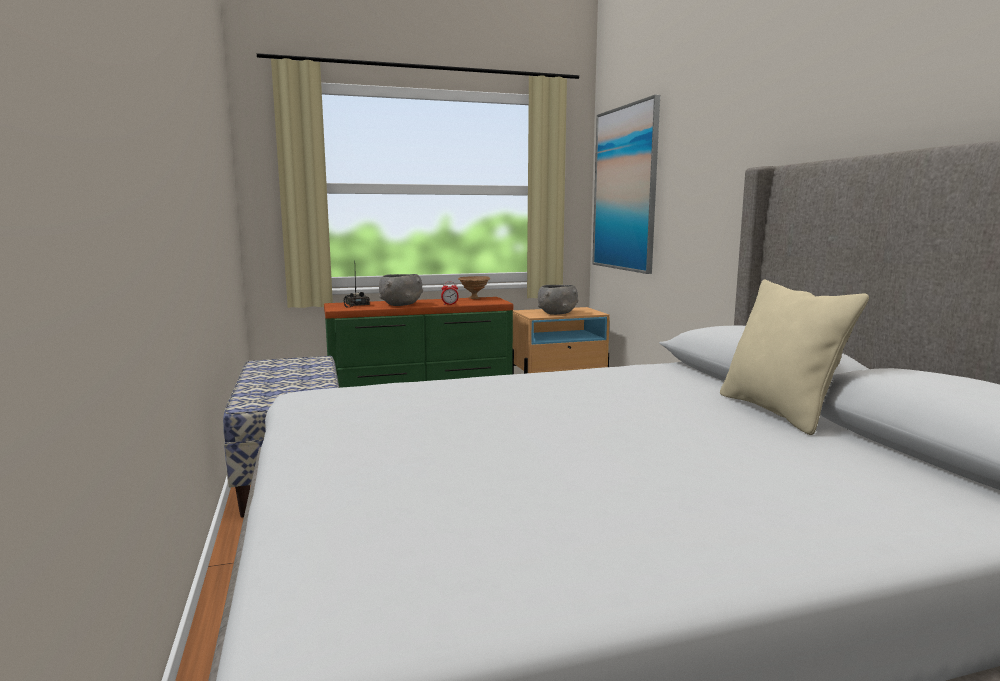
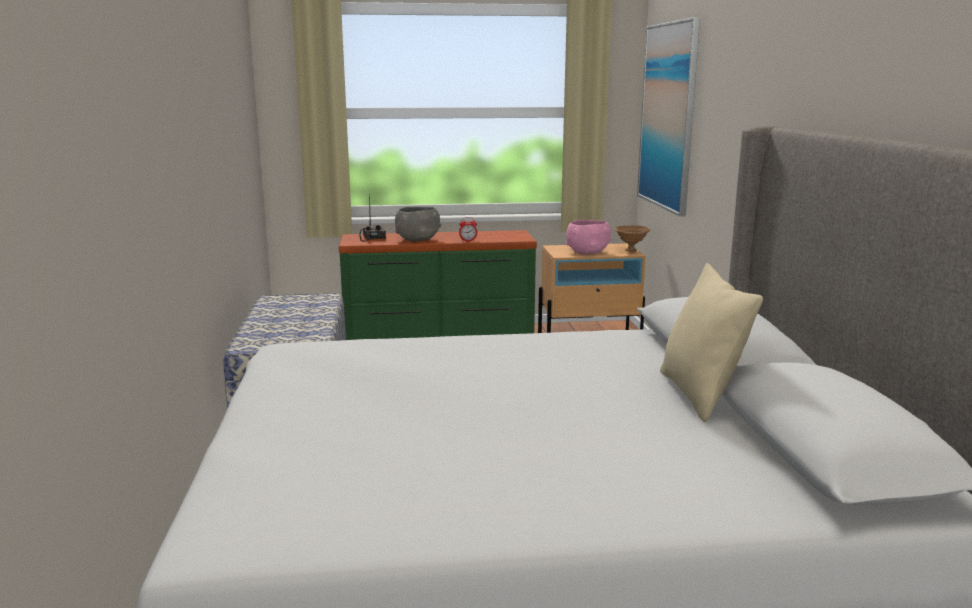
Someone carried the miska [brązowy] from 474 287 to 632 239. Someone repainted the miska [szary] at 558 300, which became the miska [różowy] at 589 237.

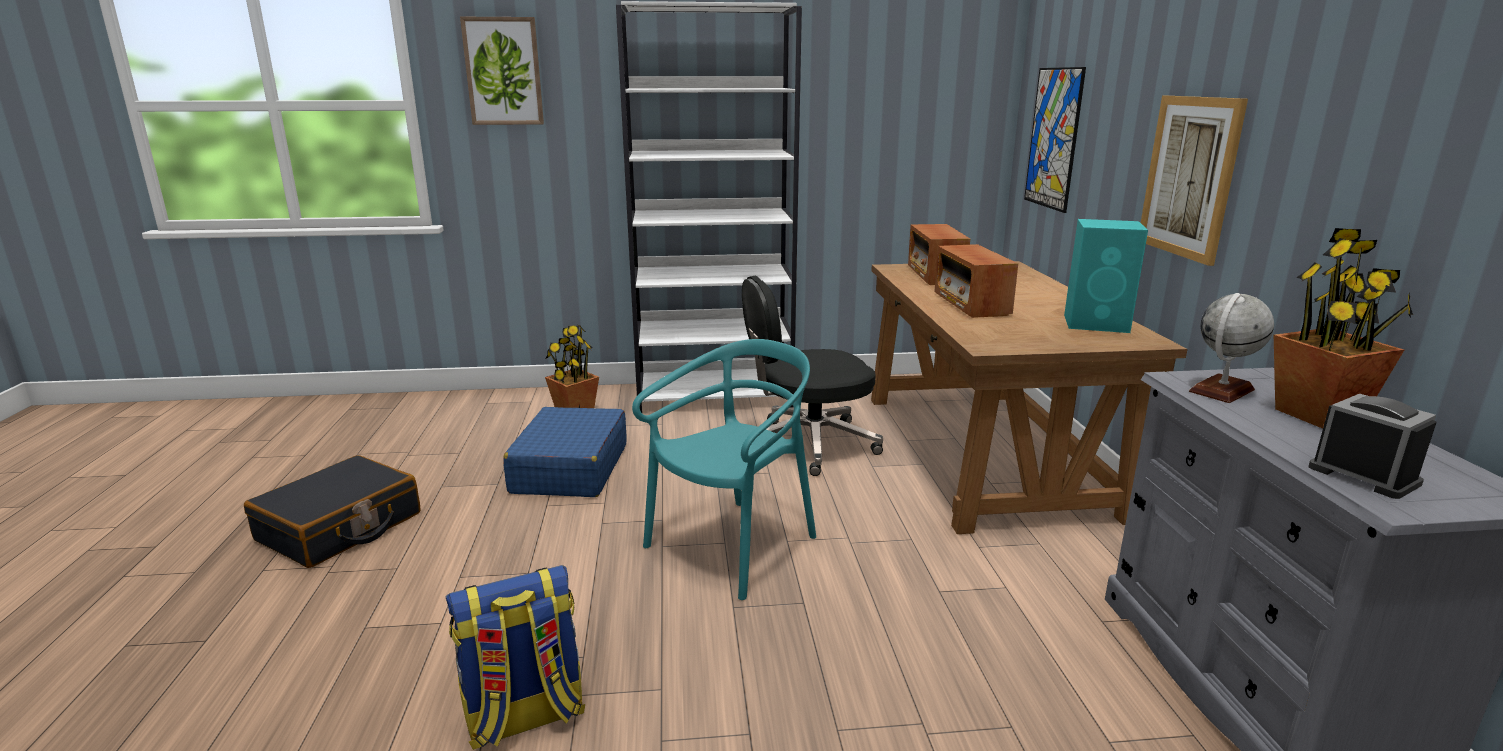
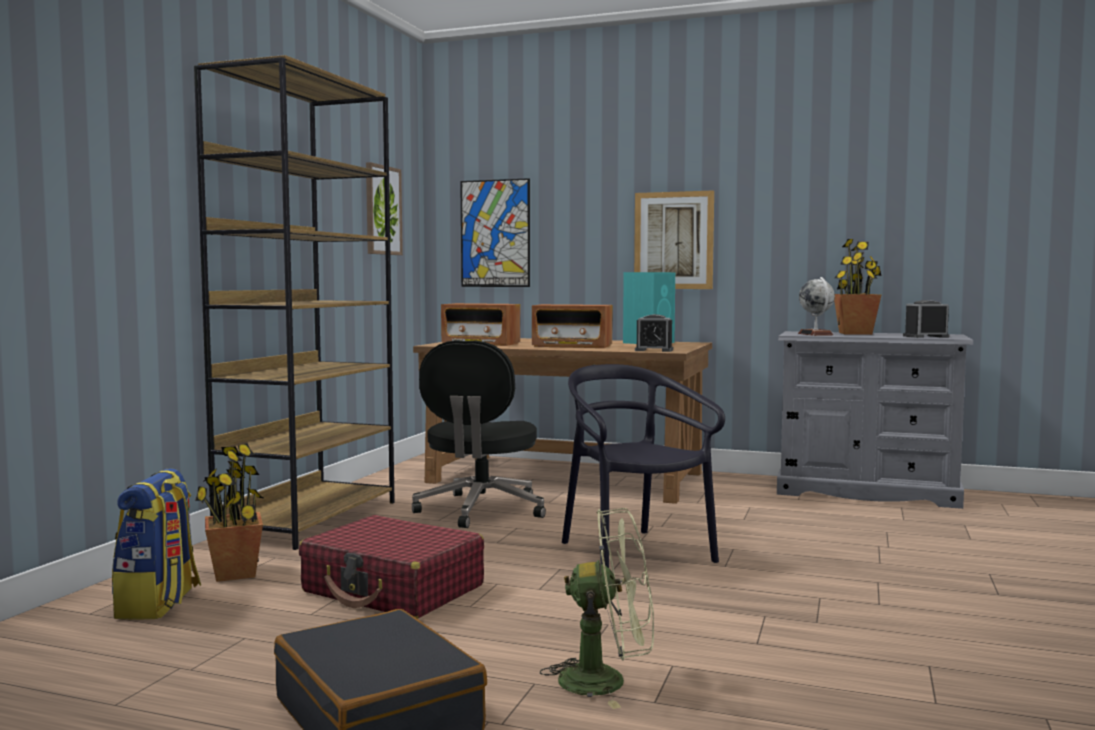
Someone put down the wentylator [zielony] at 597 608. Someone put down the budzik at 654 333. Someone carried the plecak from 515 657 to 156 543. Someone carried the obraz from 502 71 to 384 208. Someone repainted the walizka [niebieski] at 565 452, which became the walizka [czerwony] at 391 567. Someone repainted the regał [biały] at 709 207, which became the regał [brązowy] at 294 302. Someone repainted the krzesło [turkusowy] at 724 469, which became the krzesło [czarny] at 643 466.

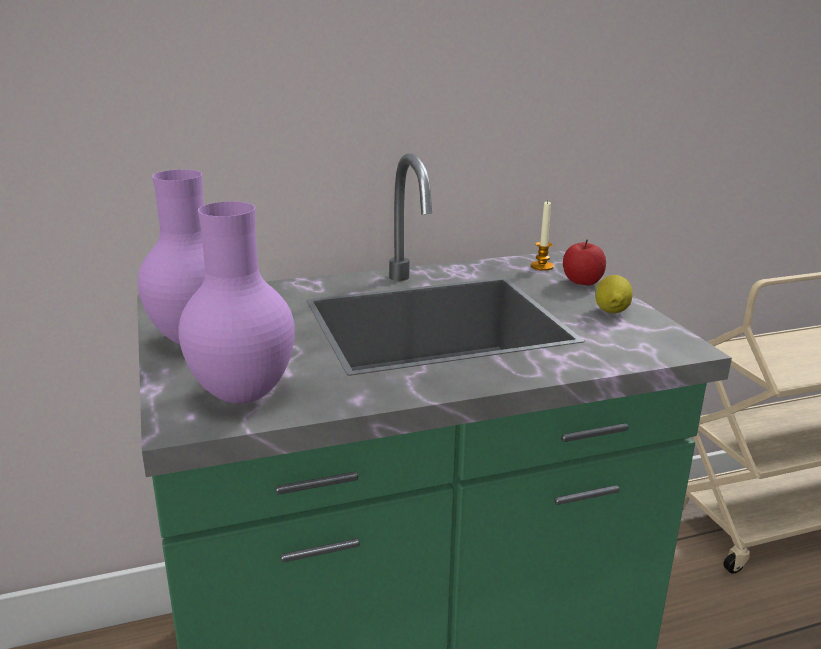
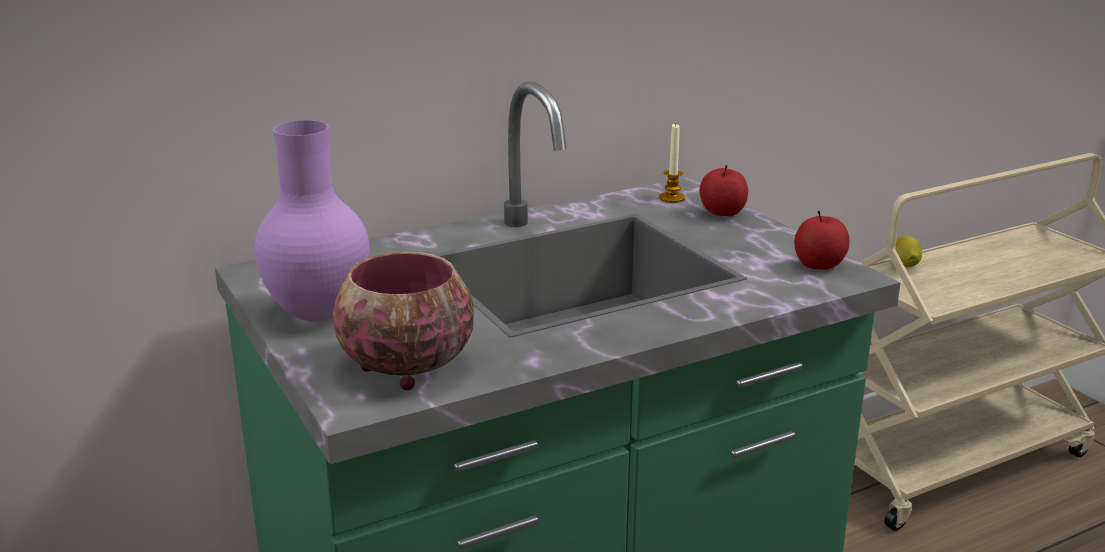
Someone put down the jabłko at 822 240. Someone carried the cytryna from 614 294 to 908 251. Someone swapped the wazon [fioletowy] at 237 302 for the miska at 403 320.

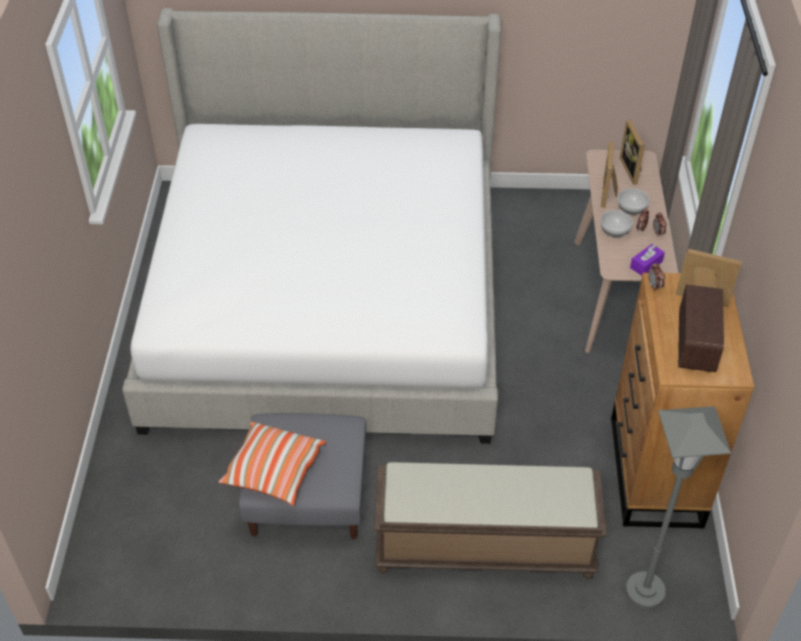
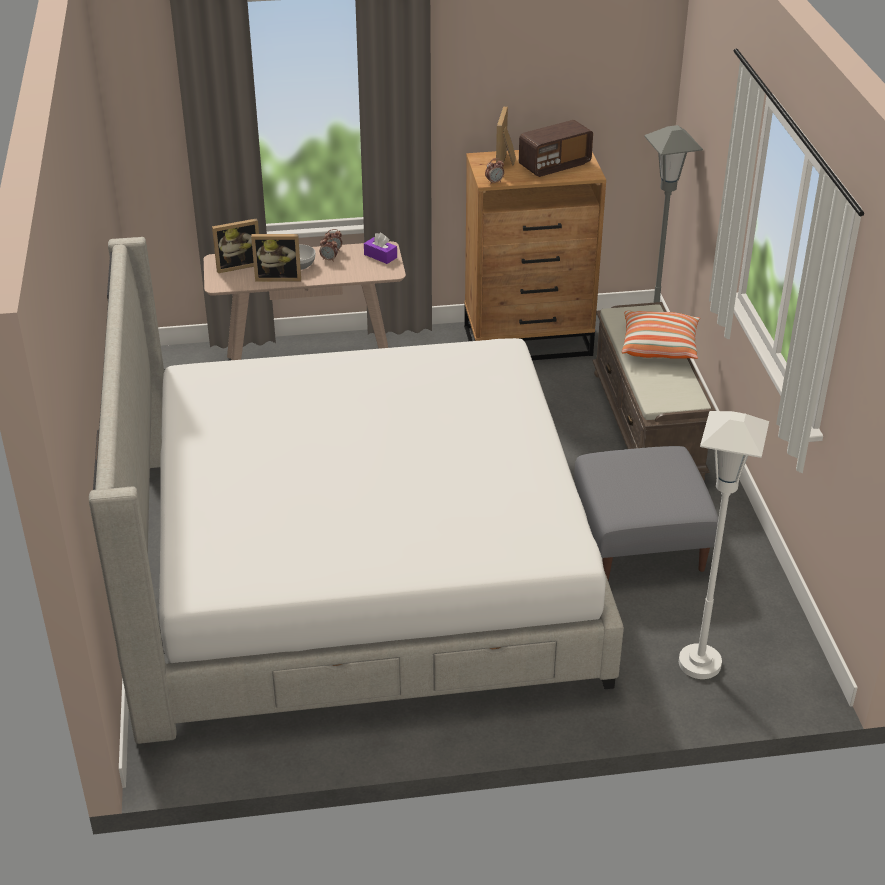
Someone took away the miska at 617 223. Someone put down the lampa stojąca [biały] at 724 545. Someone carried the poduszka from 272 464 to 661 335. Someone rotated the radio at 701 328 by 150 degrees clockwise.

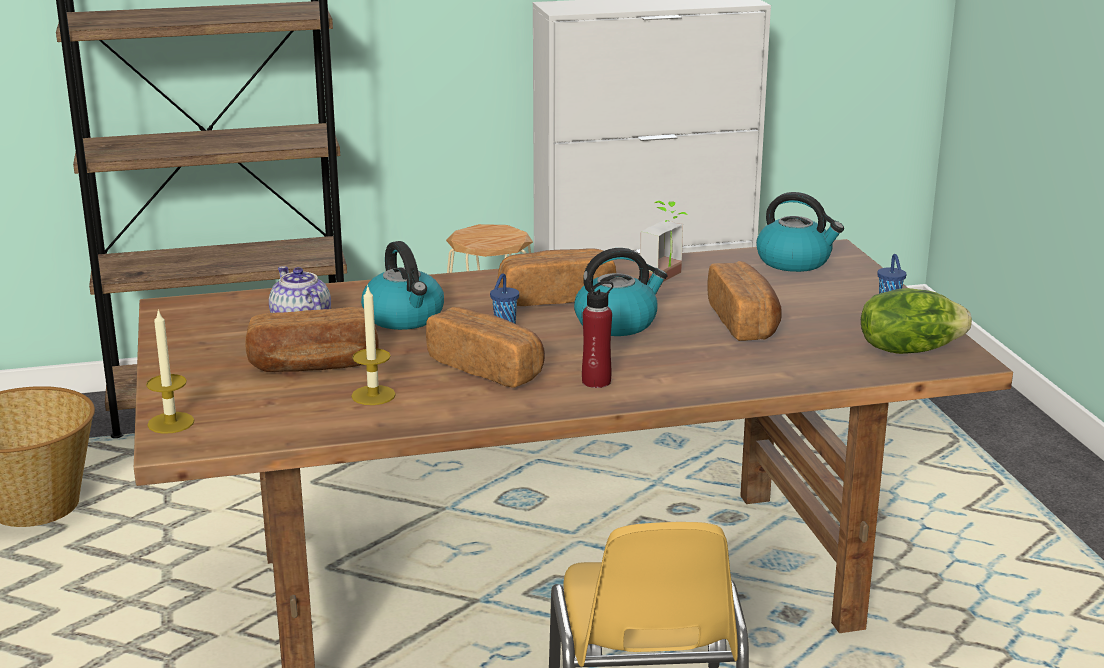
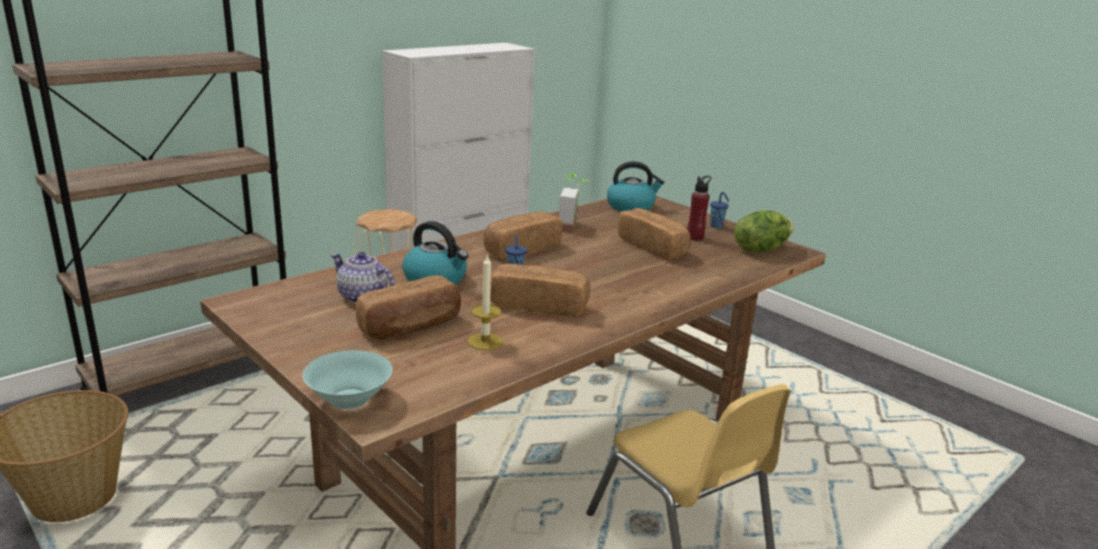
Someone took away the czajnik at 621 292. Someone carried the butelka [czerwony] from 598 334 to 699 208. Someone swapped the świeca at 170 371 for the miska [turkusowy] at 348 380.

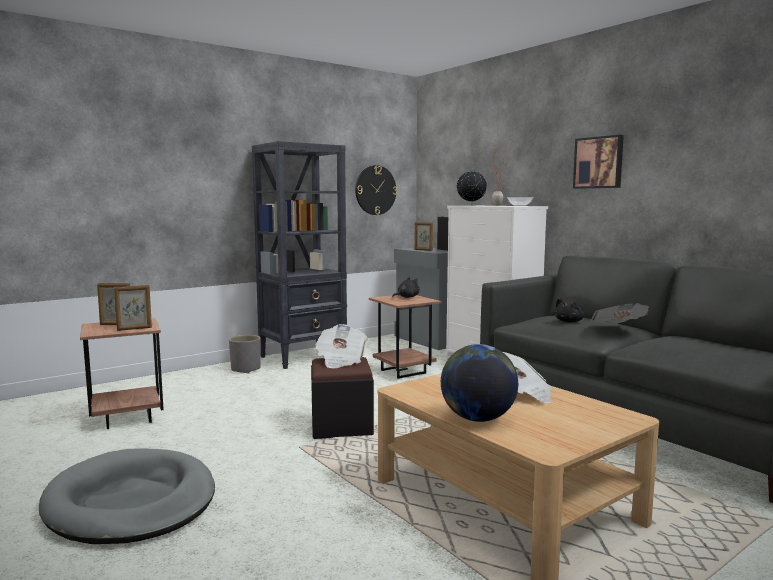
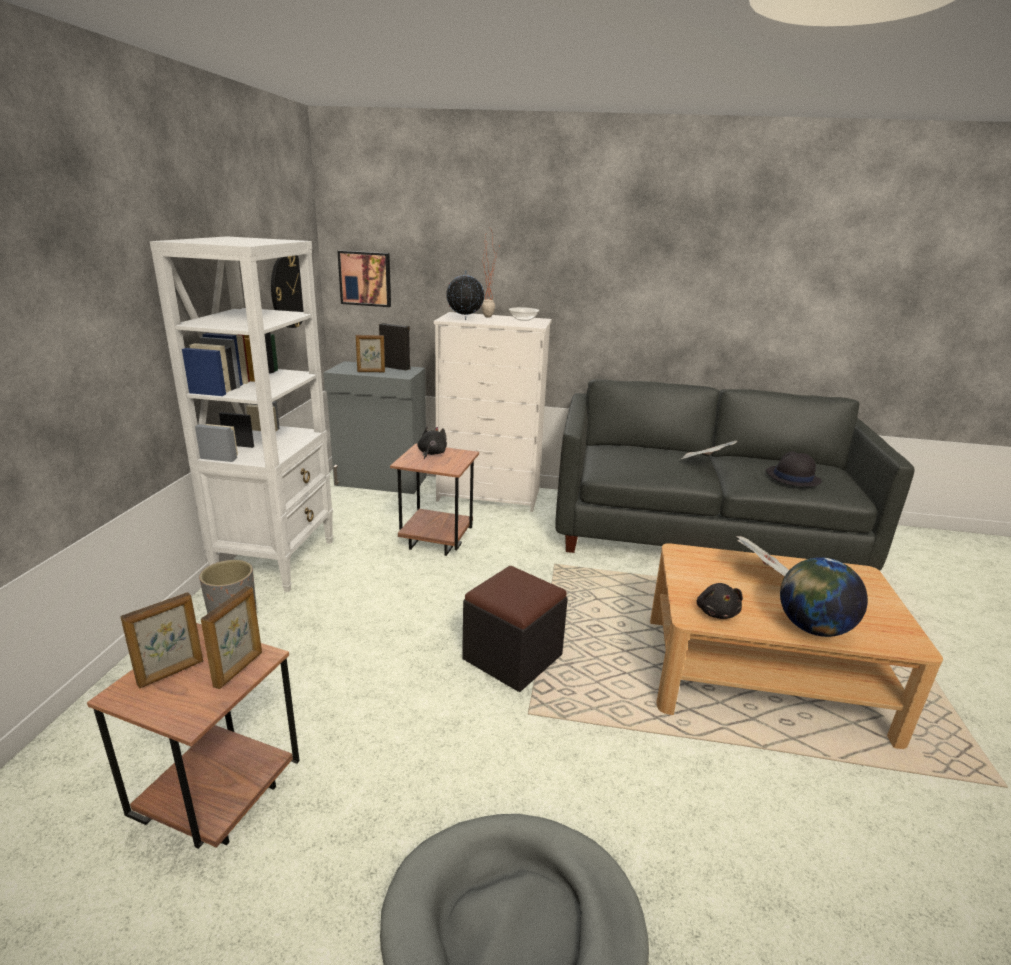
Someone took away the gazeta at 341 346. Someone put down the kapelusz [czarny] at 794 469. Someone carried the pluszak [czarny] from 569 310 to 720 601. Someone carried the obraz from 598 162 to 364 278. Someone repainted the regał [czarny] at 299 255, which became the regał [biały] at 241 414.

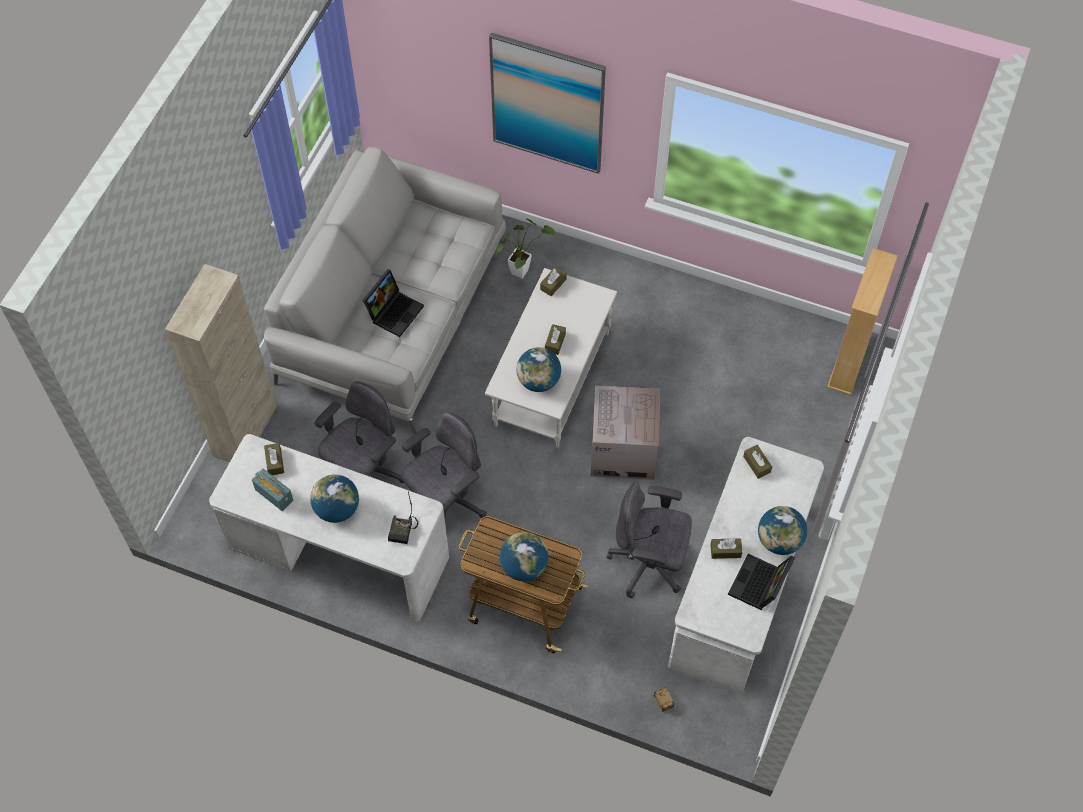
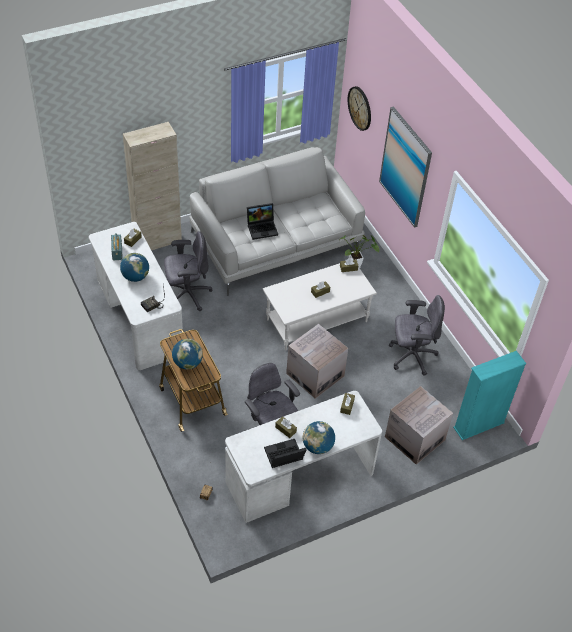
Someone took away the globus at 539 369. Someone put up the zegar ścienny at 359 108. Someone put down the karton at 419 425. Someone carried the krzesło biurowe [szary] from 443 473 to 417 335. Someone repainted the regał [beżowy] at 862 321, which became the regał [turkusowy] at 489 395.

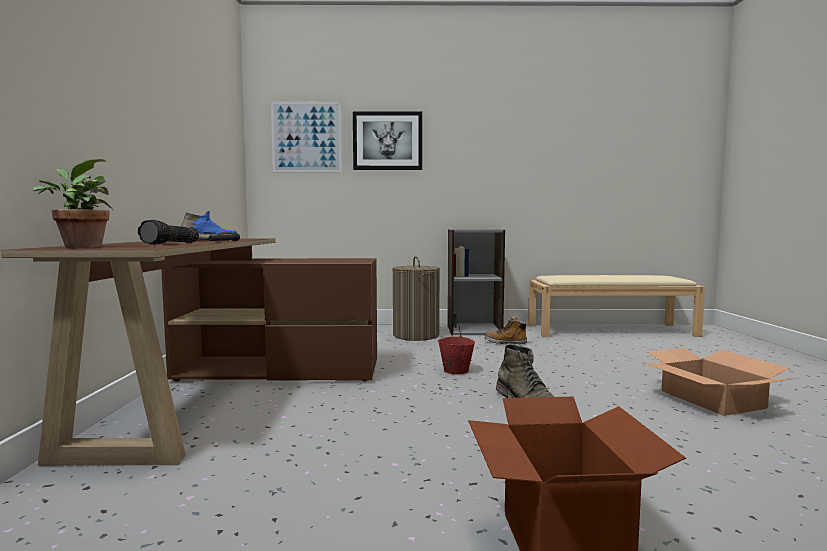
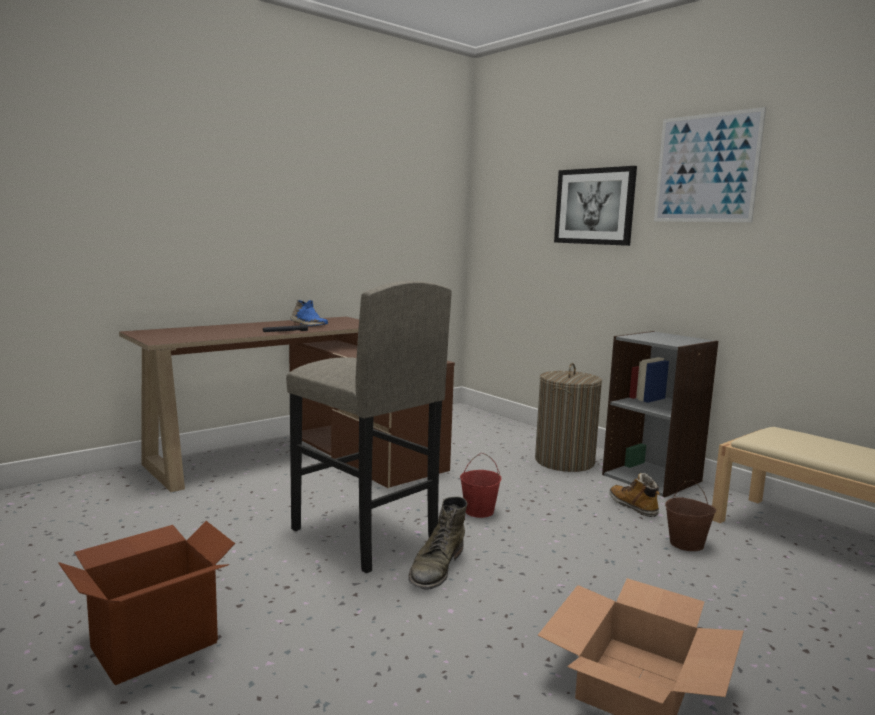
Someone took away the roślina doniczkowa at 73 203. Someone took away the latarka at 168 232. Someone put down the stołek [szary] at 369 427. Someone put down the wiadro [brązowy] at 690 515. Someone carried the obraz from 306 137 to 710 164.

